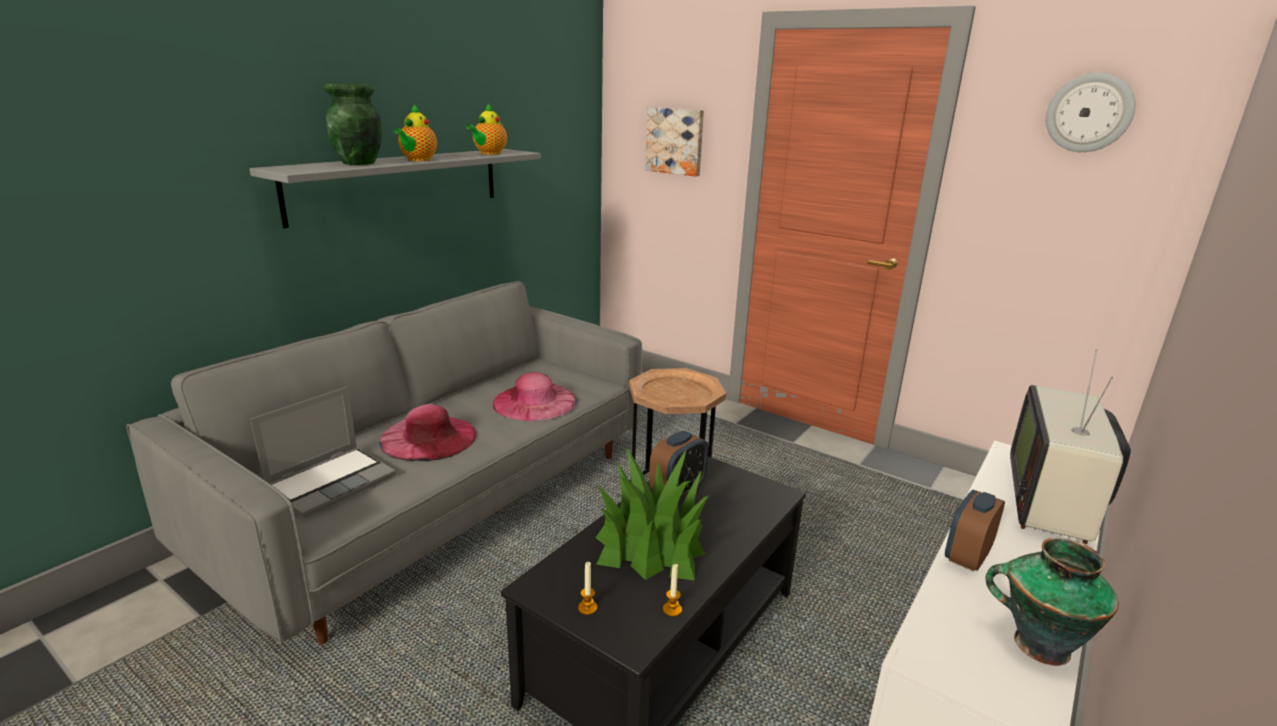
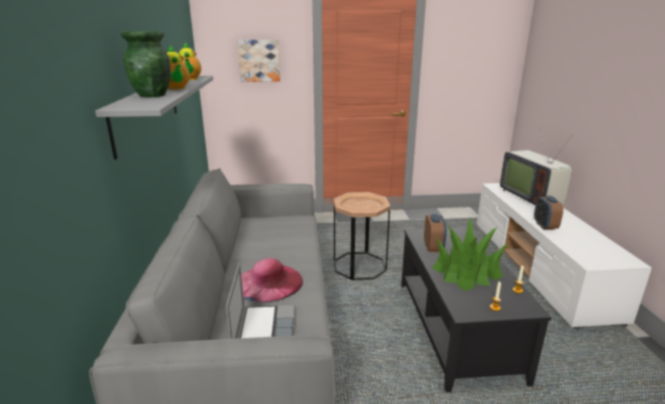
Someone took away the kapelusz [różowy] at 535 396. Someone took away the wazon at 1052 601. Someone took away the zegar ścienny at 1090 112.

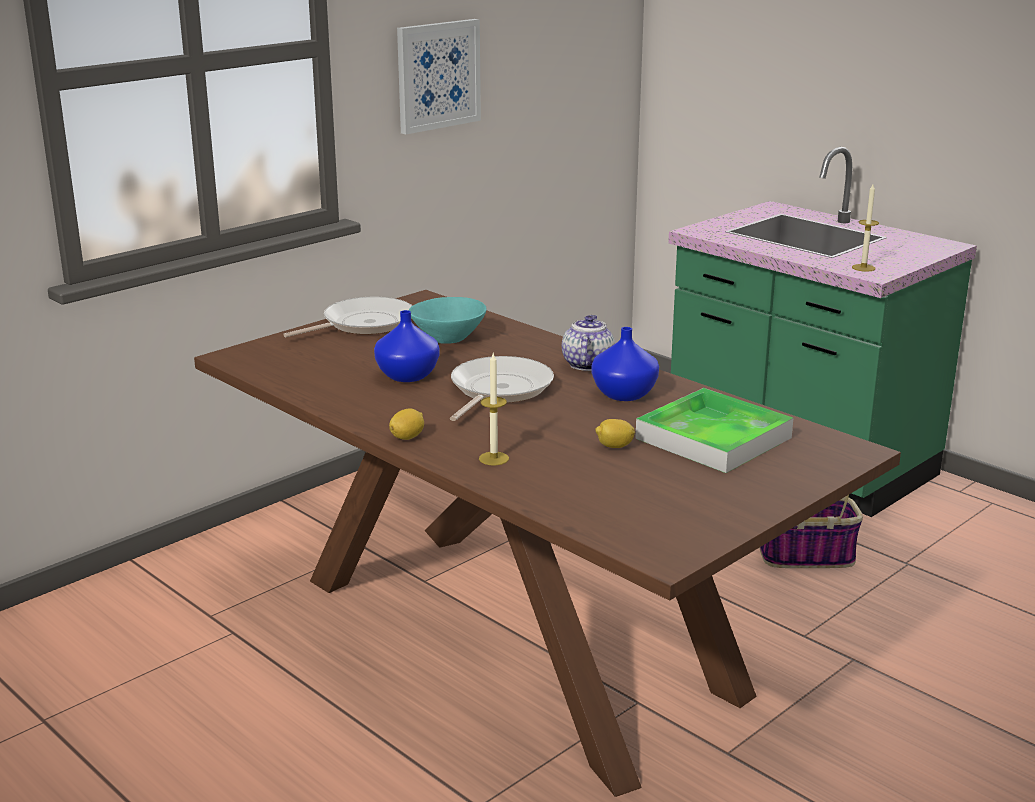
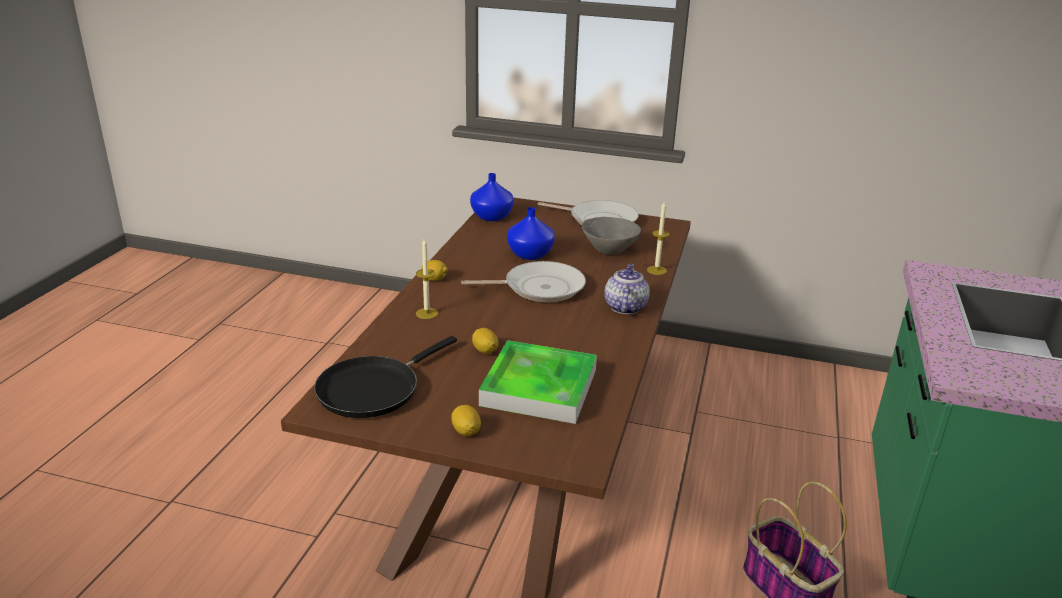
Someone took away the obraz at 439 76. Someone put down the patelnia [czarny] at 385 377. Someone put down the cytryna at 466 420. Someone carried the wazon [niebieski] from 625 364 to 492 197. Someone carried the świeca from 865 228 to 658 238. Someone repainted the miska [turkusowy] at 448 320, which became the miska [szary] at 611 236. Someone rotated the imbryk at 588 343 by 60 degrees counterclockwise.

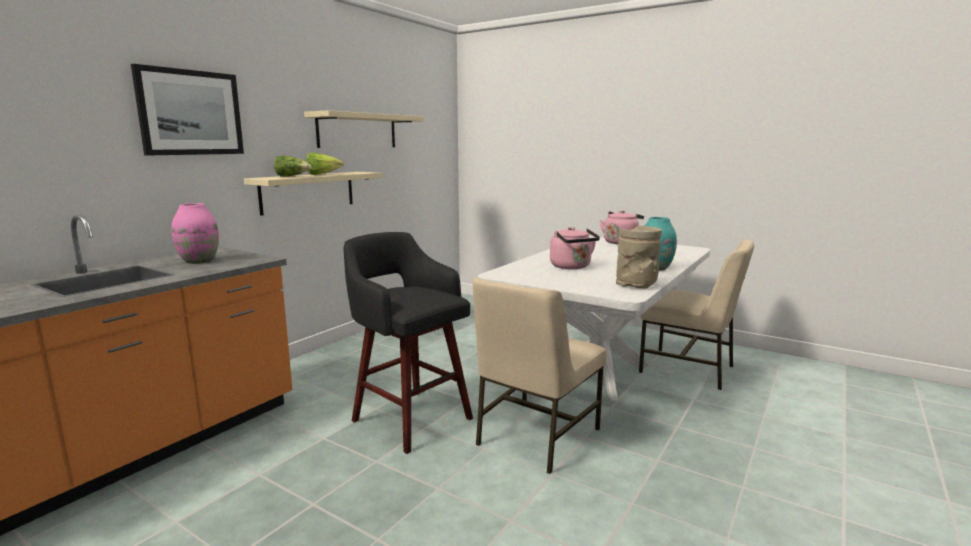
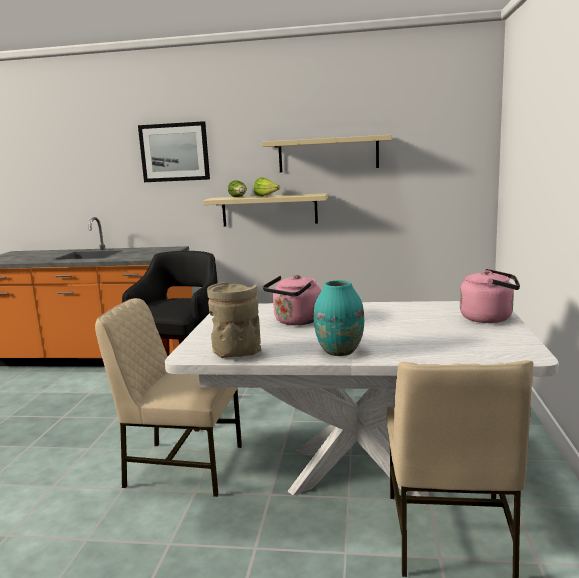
Someone took away the wazon [różowy] at 195 233.

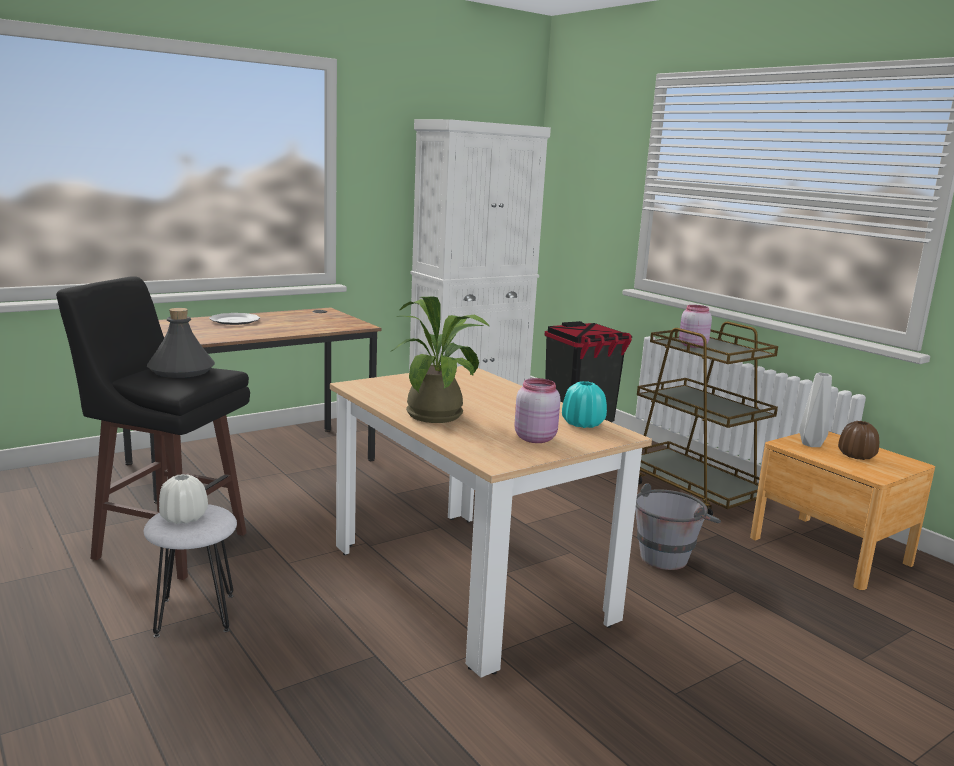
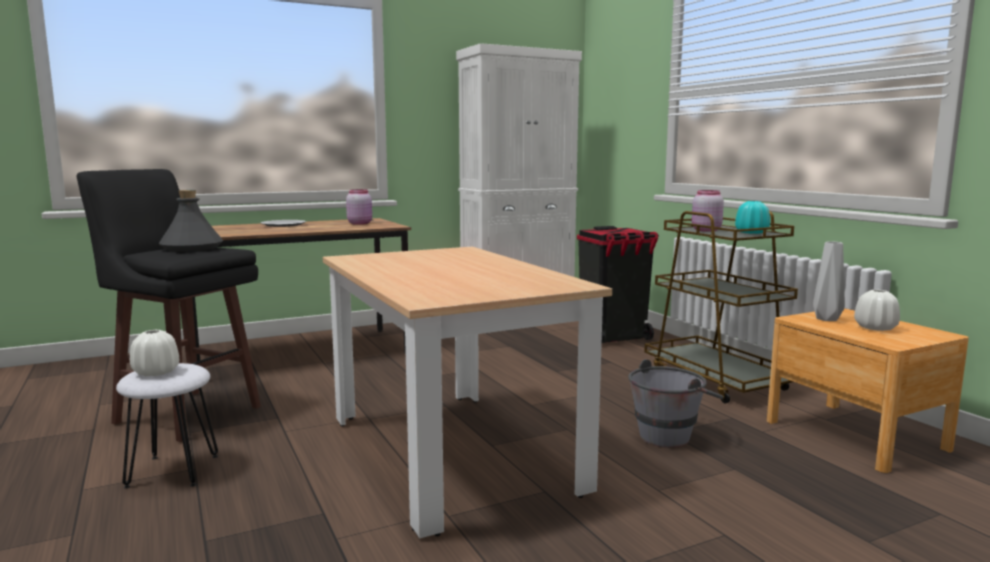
Someone took away the roślina doniczkowa at 440 360. Someone carried the słoik [różowy] from 537 410 to 359 207. Someone carried the wazon [turkusowy] from 584 404 to 752 217. Someone repainted the wazon [brązowy] at 858 440, which became the wazon [biały] at 877 310.

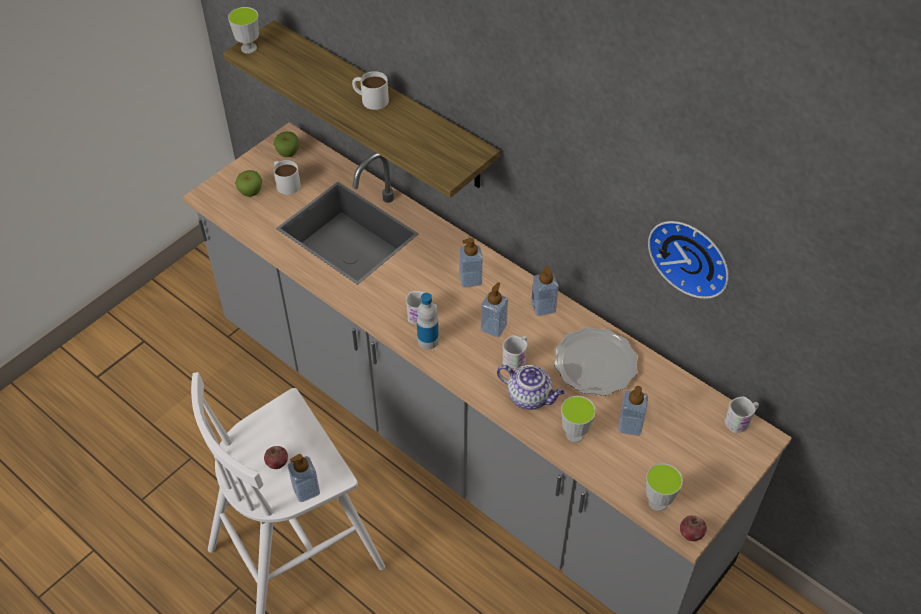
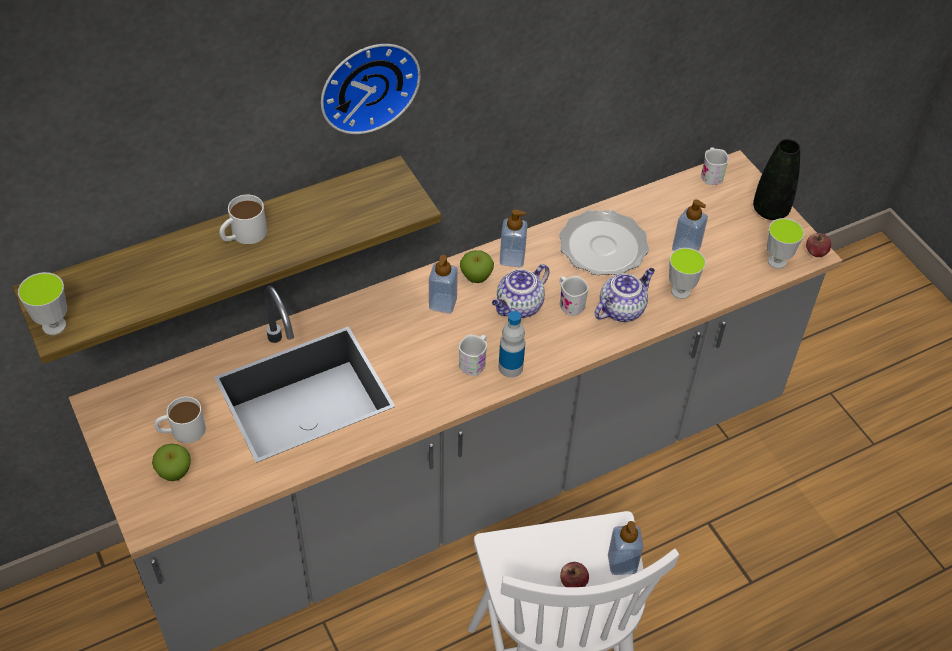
Someone put down the wazon [czarny] at 776 179. Someone carried the jabłko from 287 144 to 477 266. Someone carried the zegar ścienny from 688 260 to 371 89. Someone swapped the dozownik mydła at 494 309 for the imbryk at 521 291.

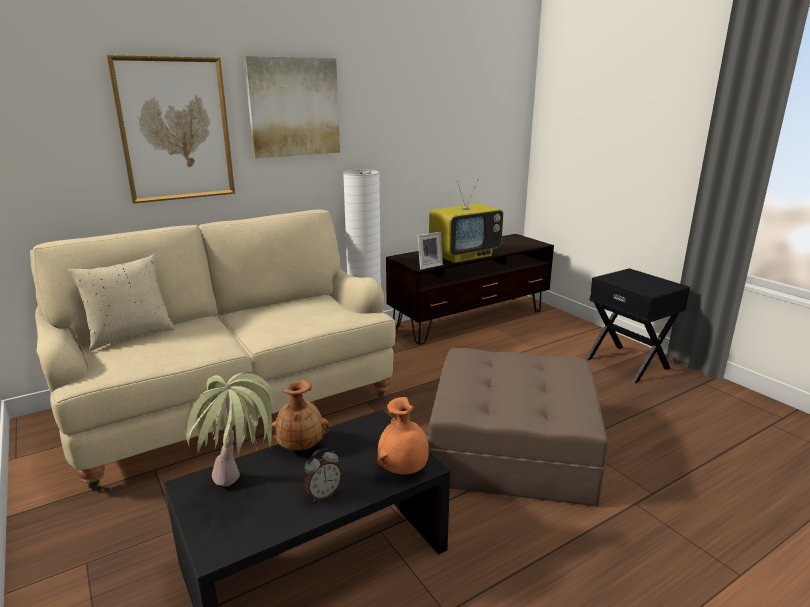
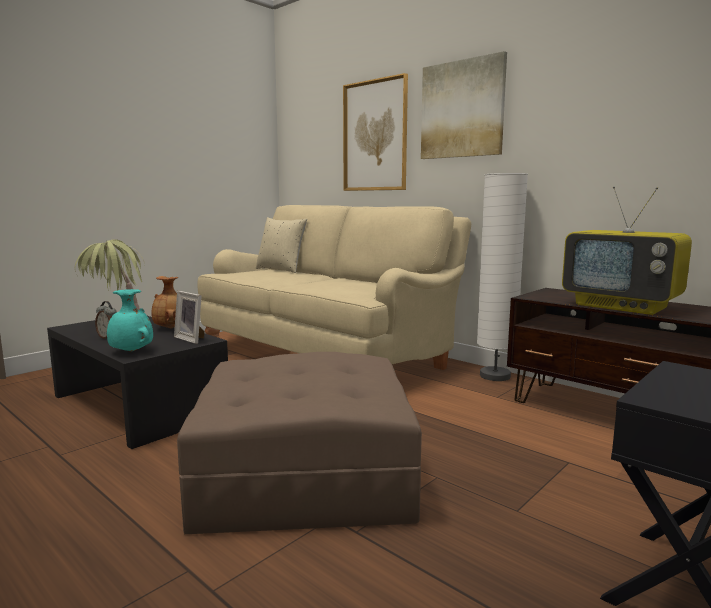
Someone carried the ramka na zdjęcie from 430 251 to 189 317. Someone repainted the wazon [pomarańczowy] at 403 435, which became the wazon [turkusowy] at 130 320.

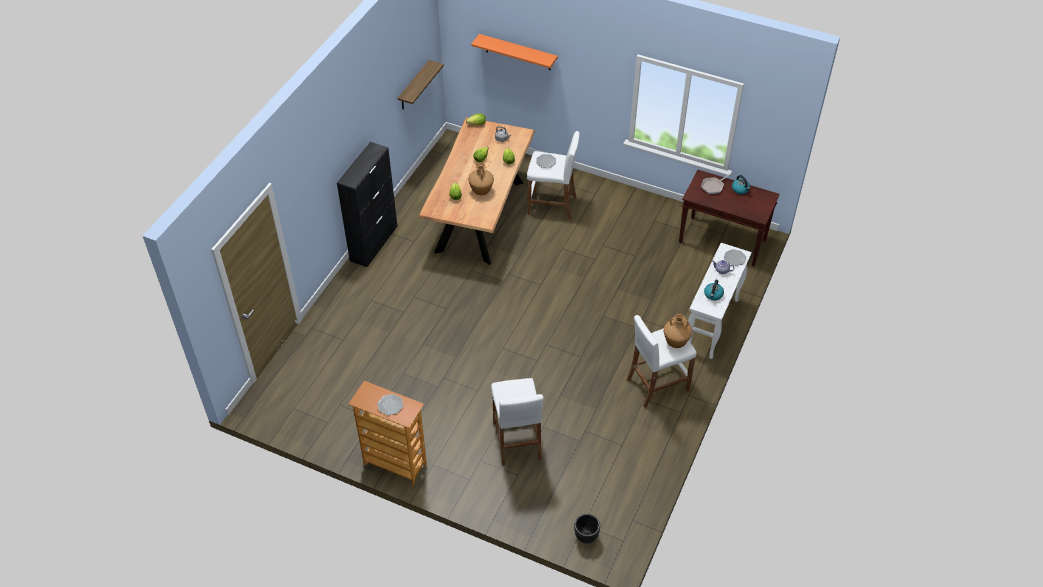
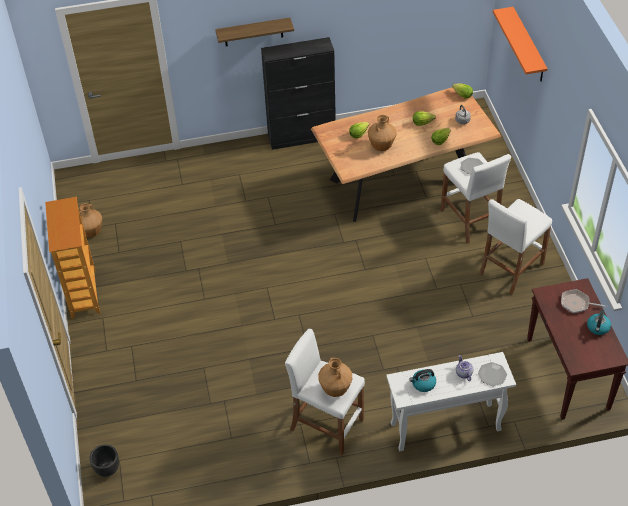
Someone took away the talerz at 390 404. Someone put down the wazon [brązowy] at 91 220. Someone carried the półka from 420 84 to 254 32. Someone carried the stołek [biały] from 517 422 to 515 247.

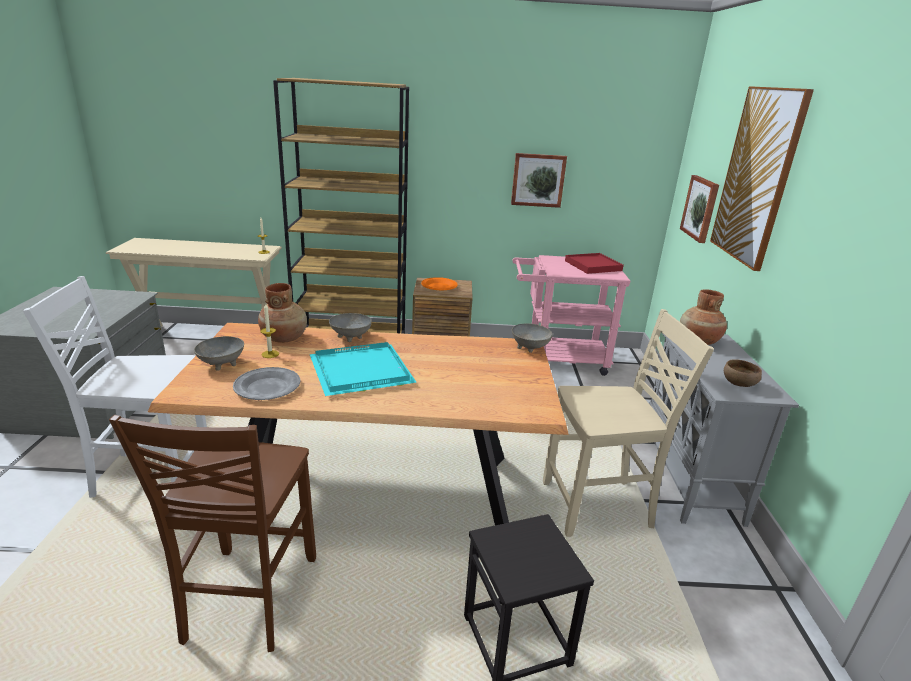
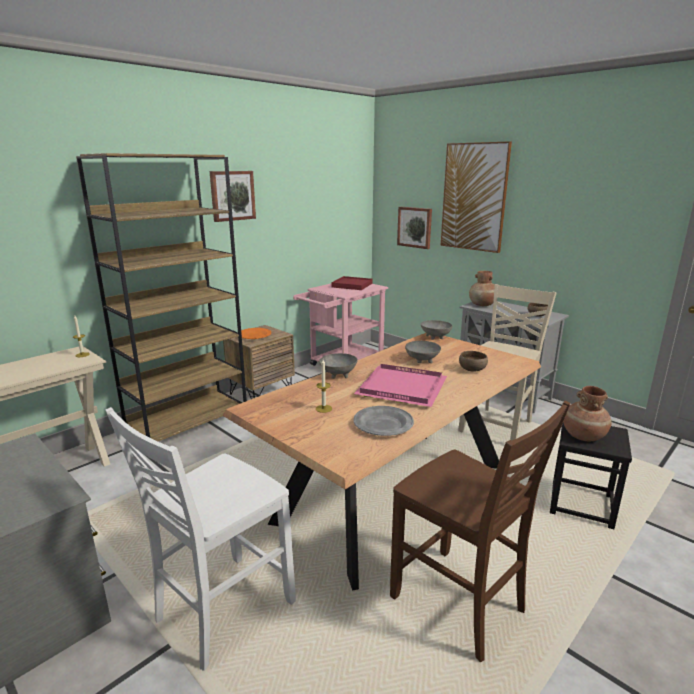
Someone put down the miska [brązowy] at 473 361. Someone carried the miska [szary] from 219 353 to 423 352. Someone carried the wazon [brązowy] from 282 313 to 587 413. Someone carried the obraz from 539 180 to 233 196. Someone repainted the taca [turkusowy] at 363 369, which became the taca [różowy] at 400 385.

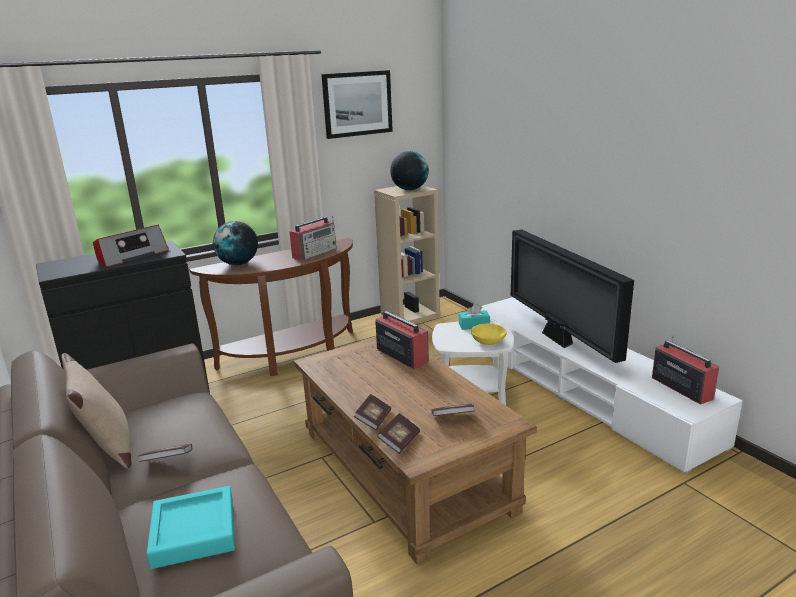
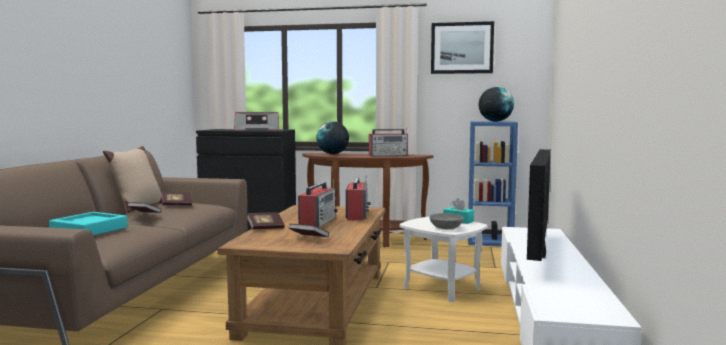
Someone carried the książka from 398 433 to 177 199. Someone carried the radio from 685 370 to 318 204. Someone repainted the regał [beżowy] at 407 254, which became the regał [niebieski] at 493 184. Someone repainted the miska [żółty] at 489 334, which became the miska [szary] at 446 221.

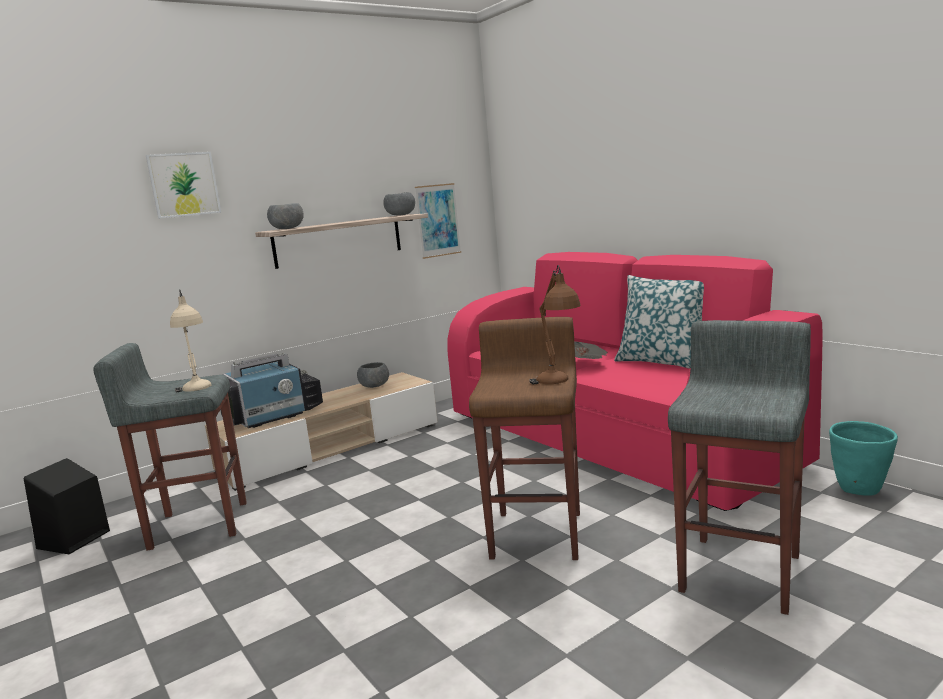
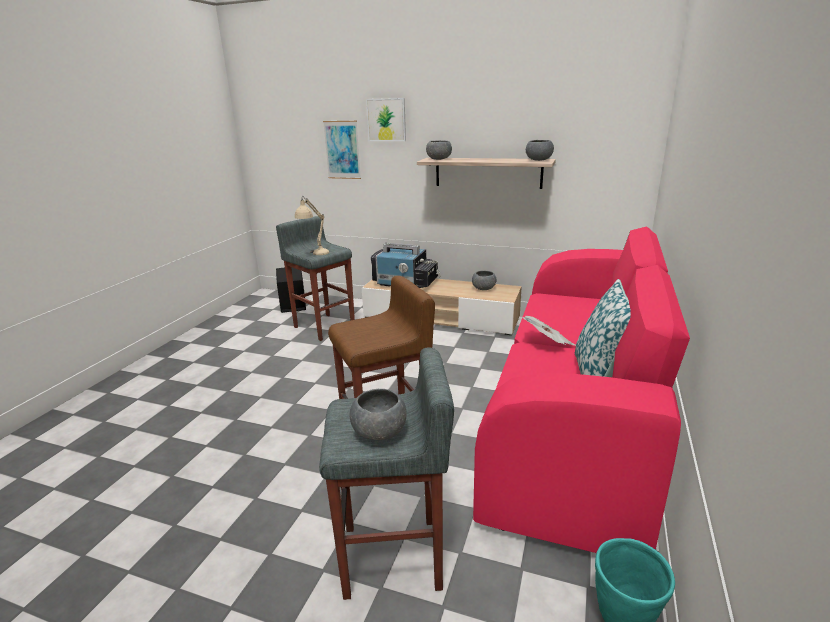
Someone took away the lampa stołowa [brązowy] at 554 325. Someone put down the miska [szary] at 378 414. Someone carried the obraz from 438 221 to 342 150.

